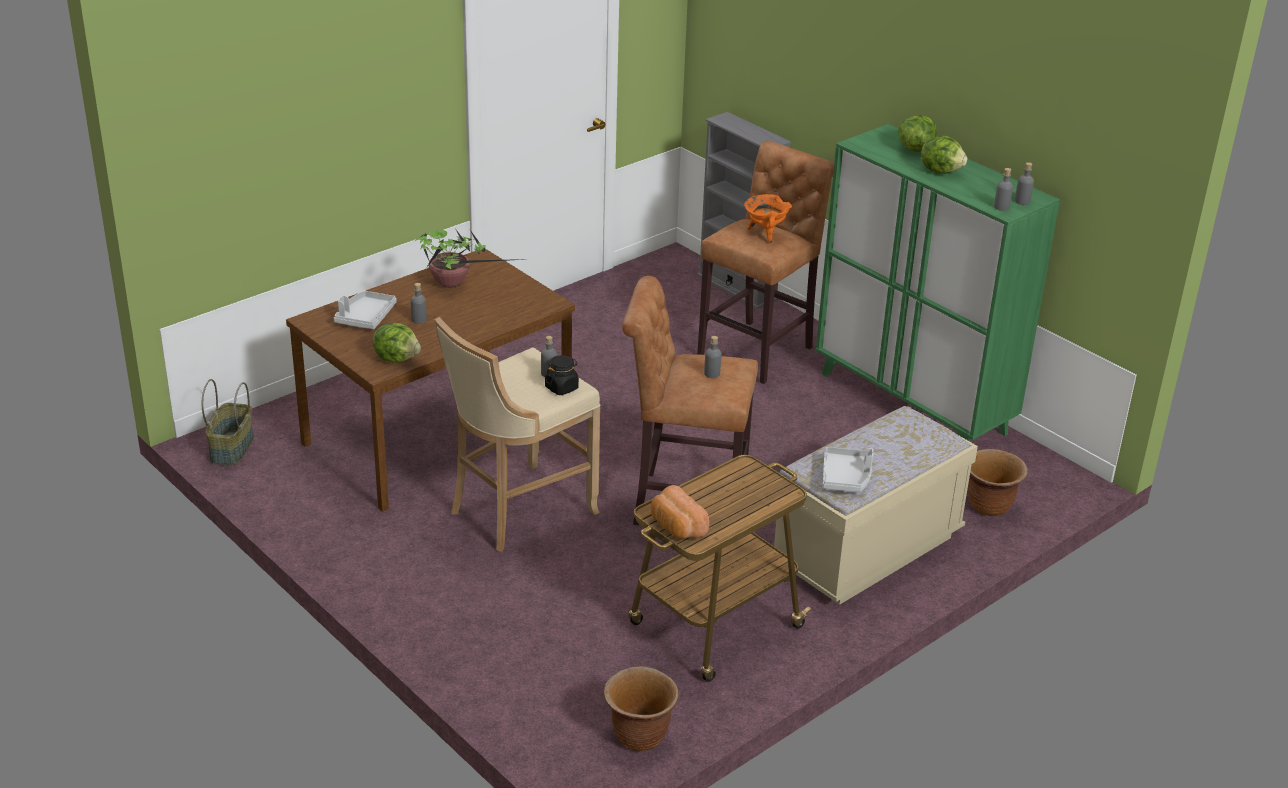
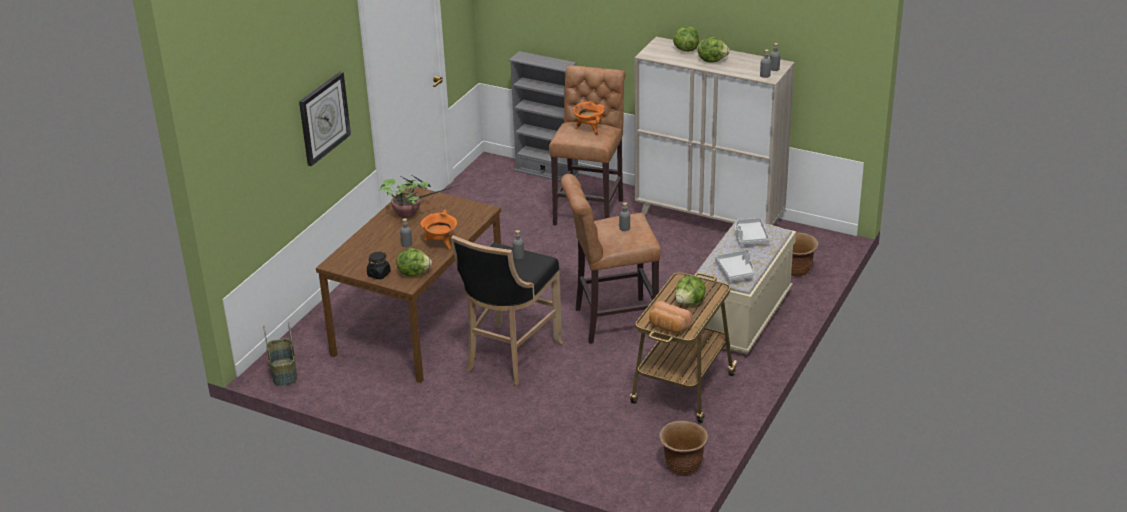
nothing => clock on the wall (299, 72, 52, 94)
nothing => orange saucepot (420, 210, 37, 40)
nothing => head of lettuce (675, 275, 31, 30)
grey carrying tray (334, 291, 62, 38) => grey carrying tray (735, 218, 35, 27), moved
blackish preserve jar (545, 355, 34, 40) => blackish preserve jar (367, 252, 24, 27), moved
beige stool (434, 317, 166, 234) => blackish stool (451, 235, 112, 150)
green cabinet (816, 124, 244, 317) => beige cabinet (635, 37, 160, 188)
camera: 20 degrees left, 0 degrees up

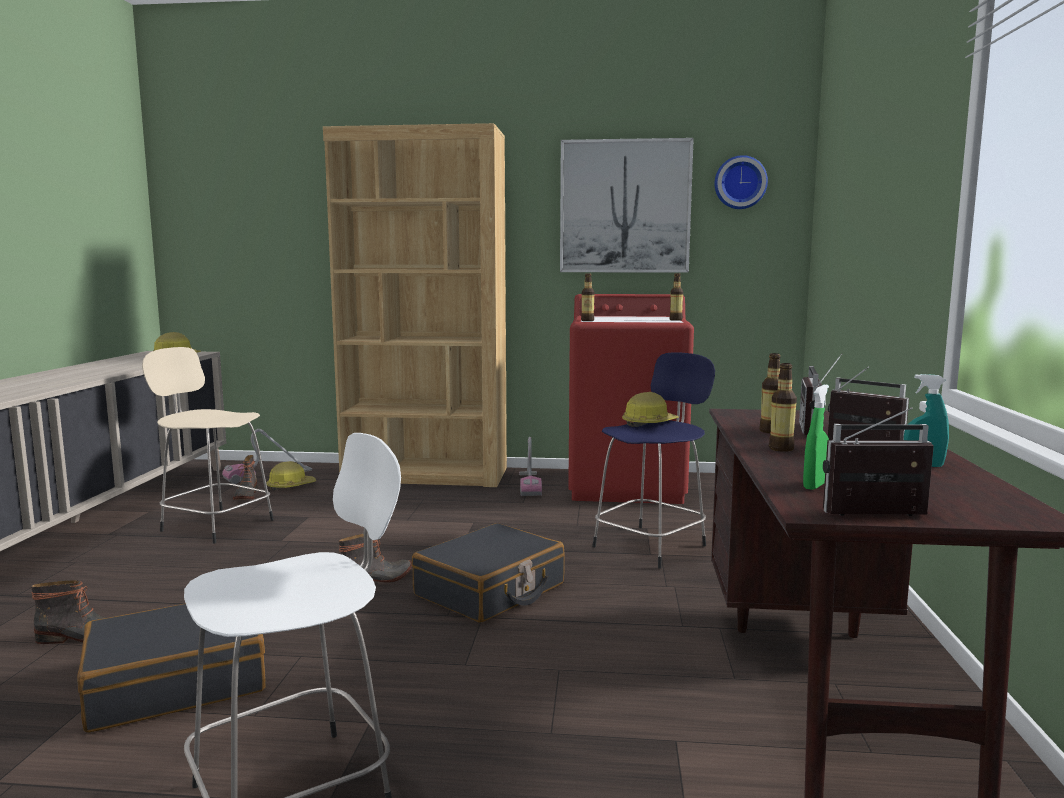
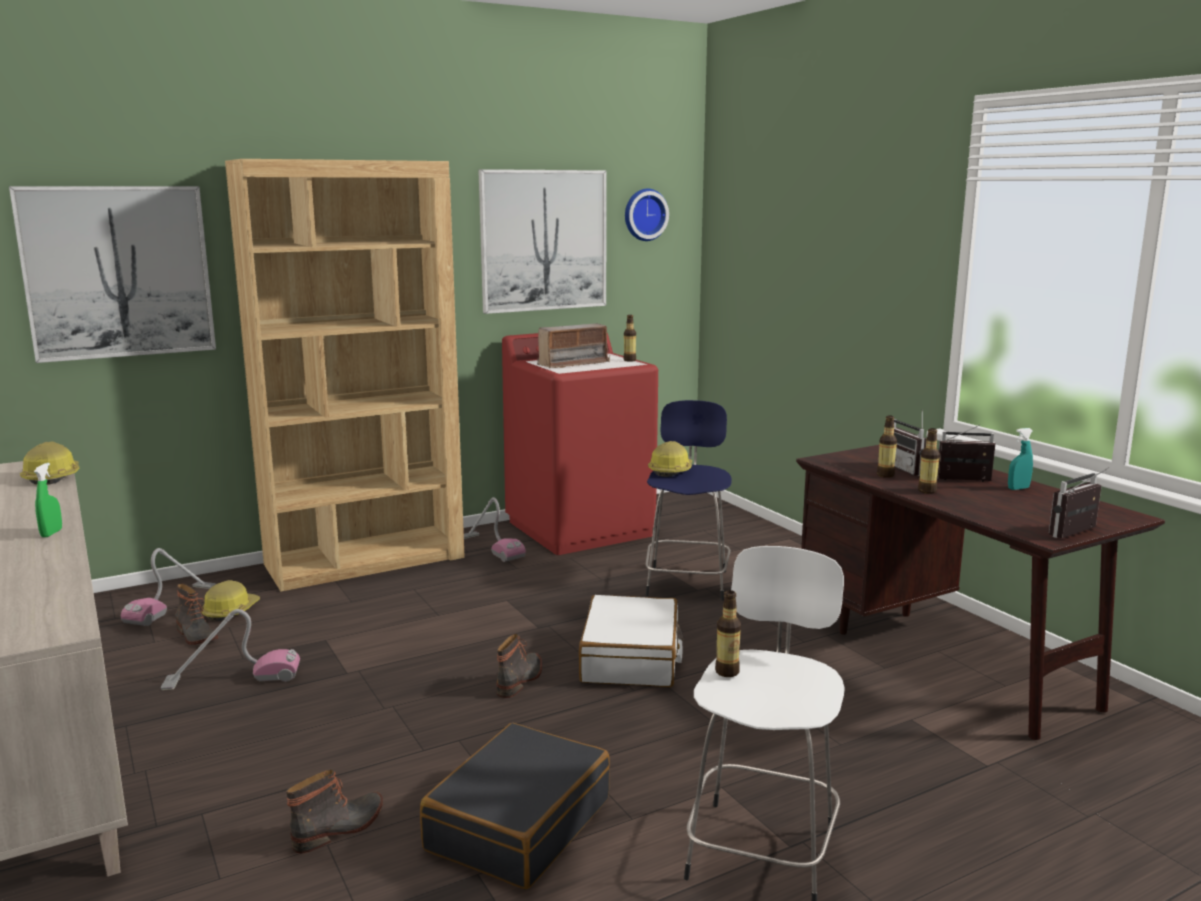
nothing => picture (9, 186, 207, 177)
nothing => radio receiver (537, 323, 73, 45)
bottle (581, 273, 13, 48) => bottle (715, 590, 26, 87), moved
green spray bottle (803, 385, 26, 105) => green spray bottle (34, 463, 28, 74), moved
beige stool (142, 347, 132, 197) => vacuum cleaner (161, 609, 139, 81)
blackish suitcase (412, 523, 153, 100) => white suitcase (579, 595, 105, 92)
camera: 35 degrees left, 5 degrees up

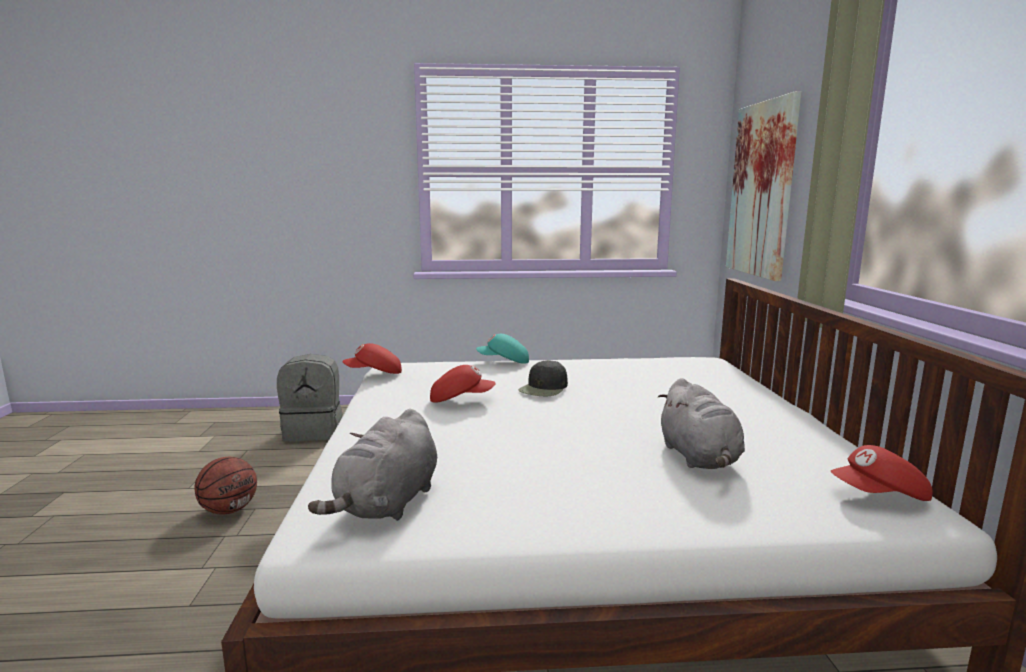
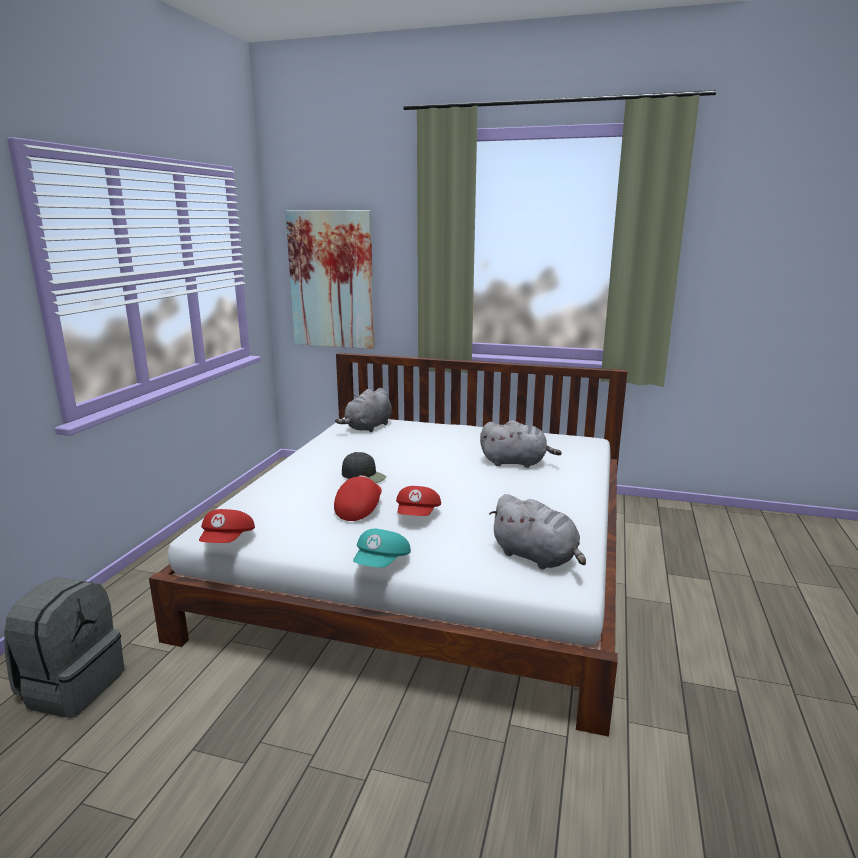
basketball (194, 457, 63, 57) => nothing
nothing => grey cuddly toy (335, 388, 57, 44)
turquoise peaked cap (476, 334, 53, 30) => turquoise peaked cap (353, 529, 58, 38), moved
reddish peaked cap (831, 445, 102, 56) => reddish peaked cap (396, 486, 45, 30), moved
camera: 70 degrees left, 5 degrees up

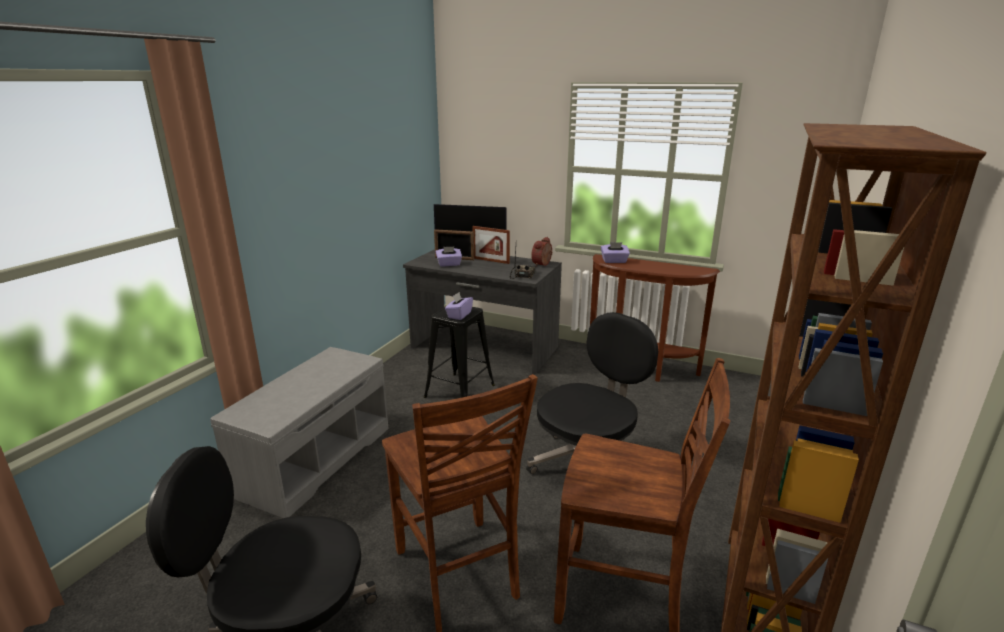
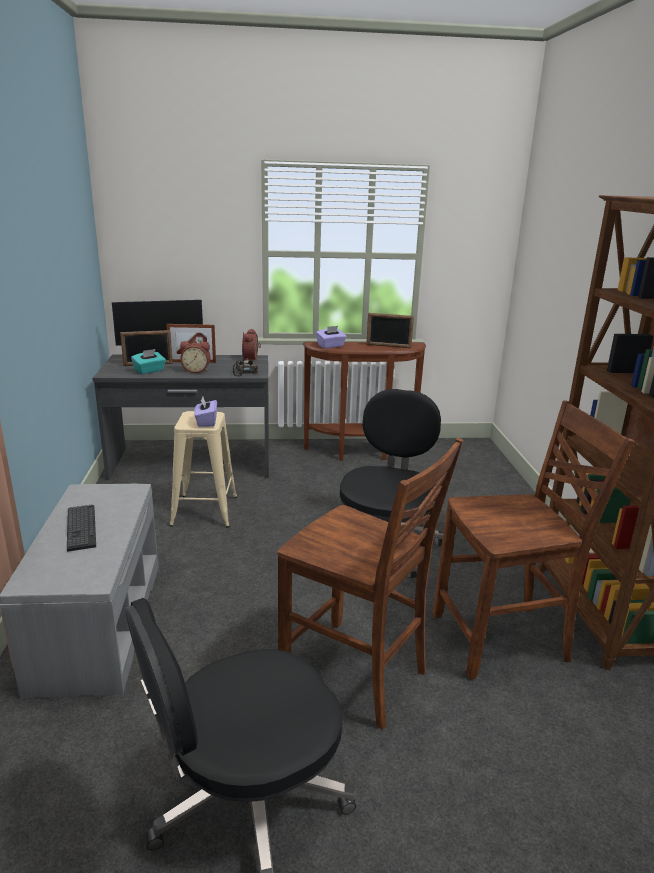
nothing => computer keyboard (67, 505, 29, 47)
nothing => bedside clock (180, 341, 31, 32)
nothing => picture frame (366, 313, 48, 35)
blackish stool (424, 307, 71, 91) => beige stool (169, 411, 68, 117)
purple tissue holder (436, 246, 26, 21) => turquoise tissue holder (131, 349, 35, 25)
camera: 30 degrees left, 0 degrees up

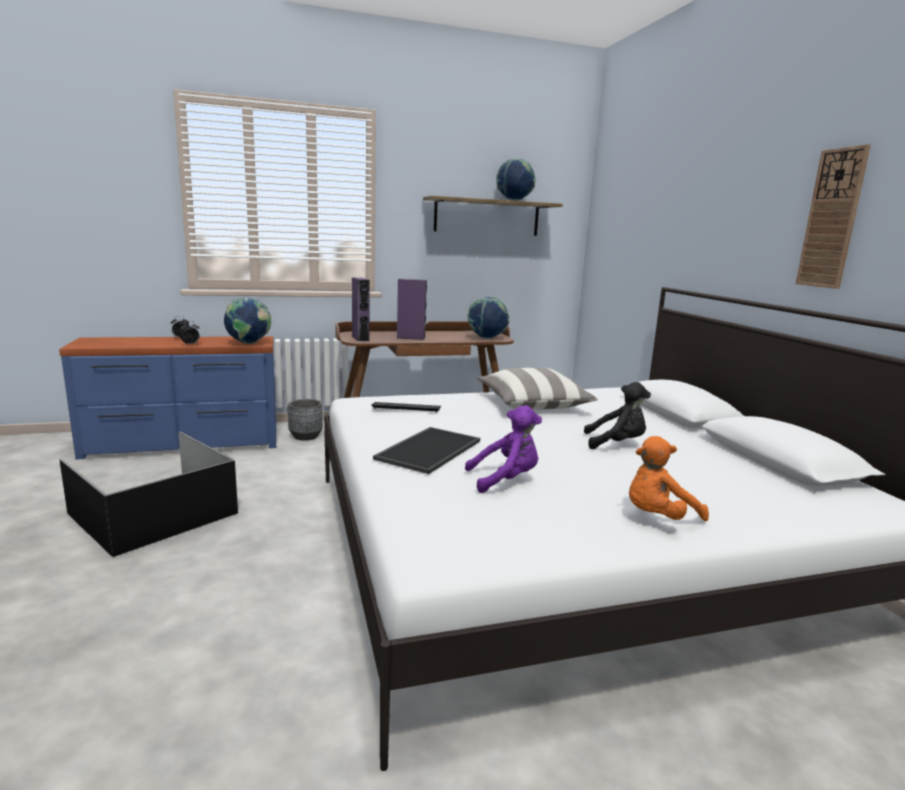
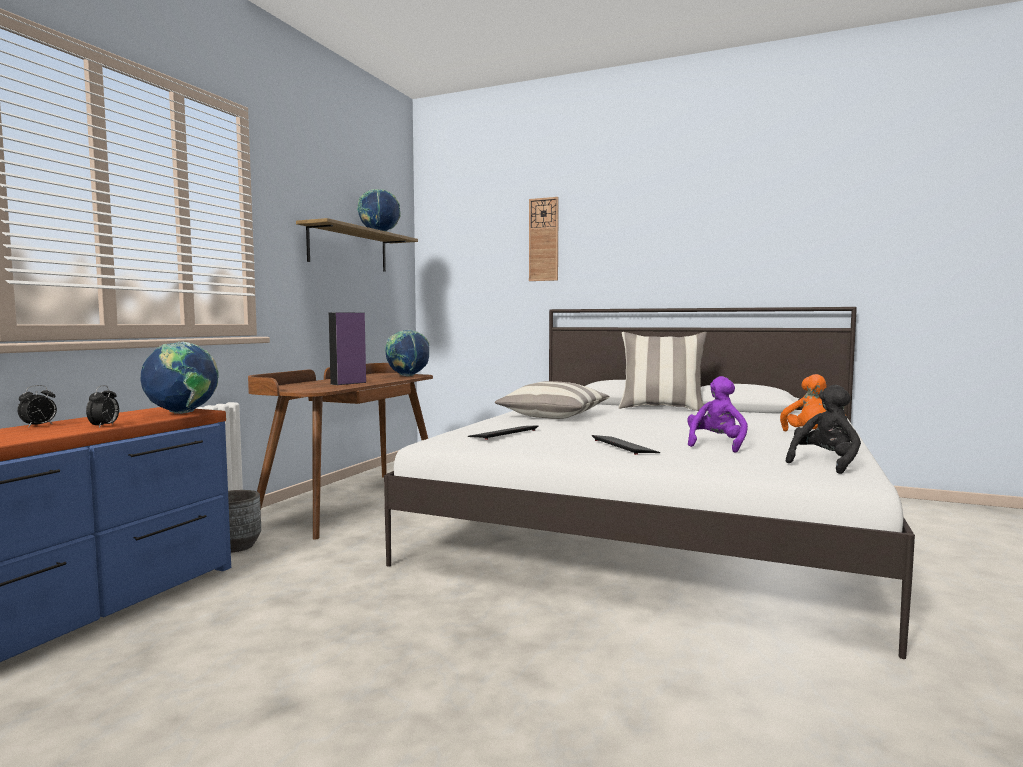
blackish storage container (59, 432, 179, 125) => nothing
purple loudspeaker (352, 278, 18, 63) => nothing
nothing => pillow (619, 332, 88, 79)
blackish cuddly toy (584, 382, 67, 67) => blackish cuddly toy (786, 385, 75, 89), moved
clock on the wall (796, 144, 75, 145) => clock on the wall (529, 197, 30, 84), moved
carrying tray (373, 427, 107, 47) => computer keyboard (592, 435, 68, 20)
camera: 50 degrees left, 10 degrees down

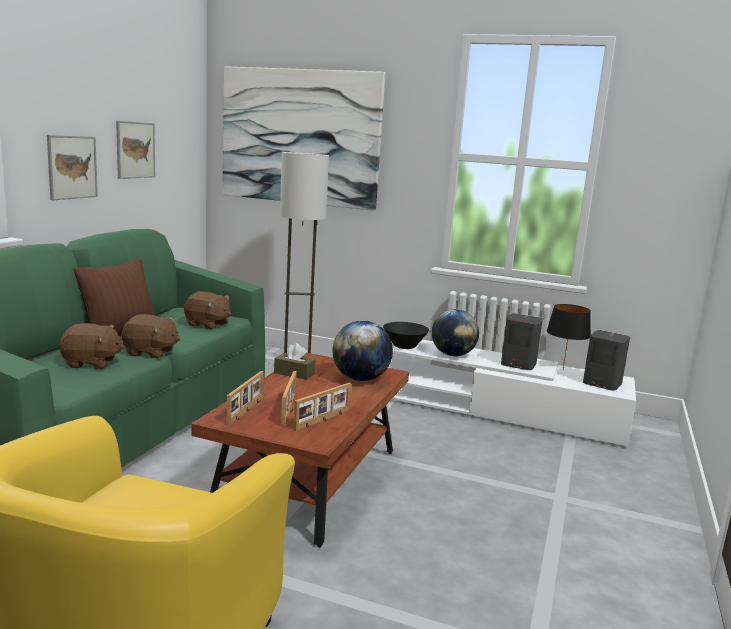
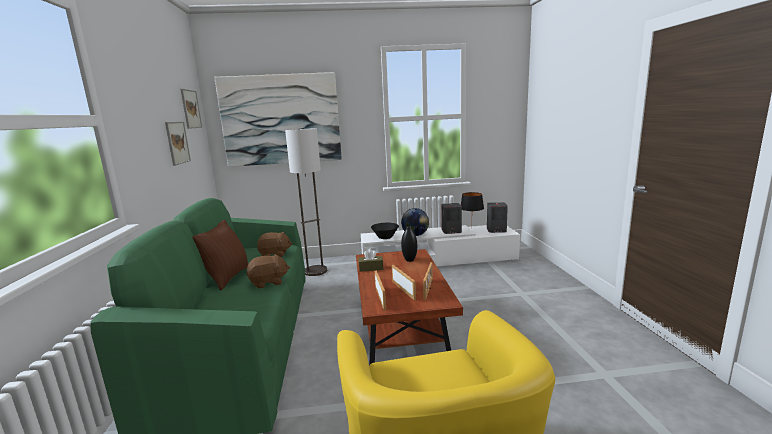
brownish cuddly toy (60, 323, 64, 46) => nothing
picture (47, 135, 51, 65) => picture (180, 89, 22, 40), moved
globe (333, 320, 60, 61) => blackish decorative vase (401, 226, 16, 36)
camera: 25 degrees left, 0 degrees up

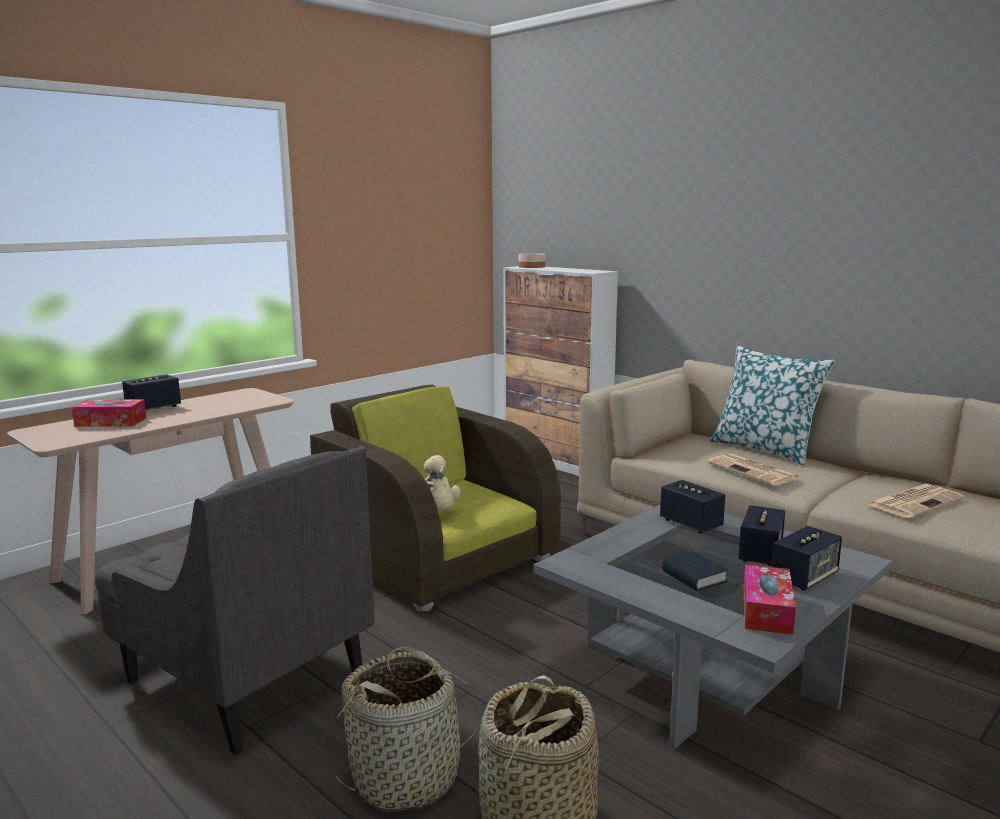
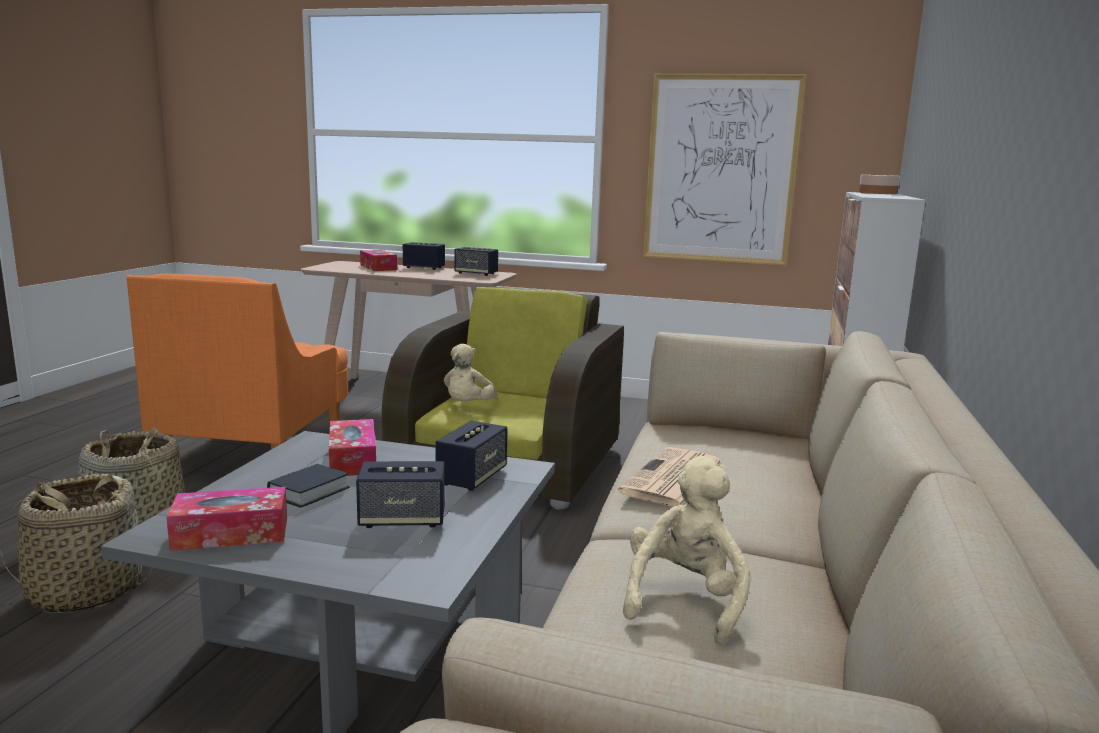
pillow (710, 346, 125, 120) => nothing
nothing => tissue holder (329, 419, 47, 57)
nothing => picture (643, 73, 163, 193)
loudspeaker (772, 526, 70, 65) => loudspeaker (455, 247, 43, 29), moved
printed paper (867, 484, 97, 34) => beige cuddly toy (623, 456, 128, 189)
grey armchair (95, 446, 280, 309) => orange armchair (127, 274, 221, 175)
camera: 60 degrees right, 0 degrees up

